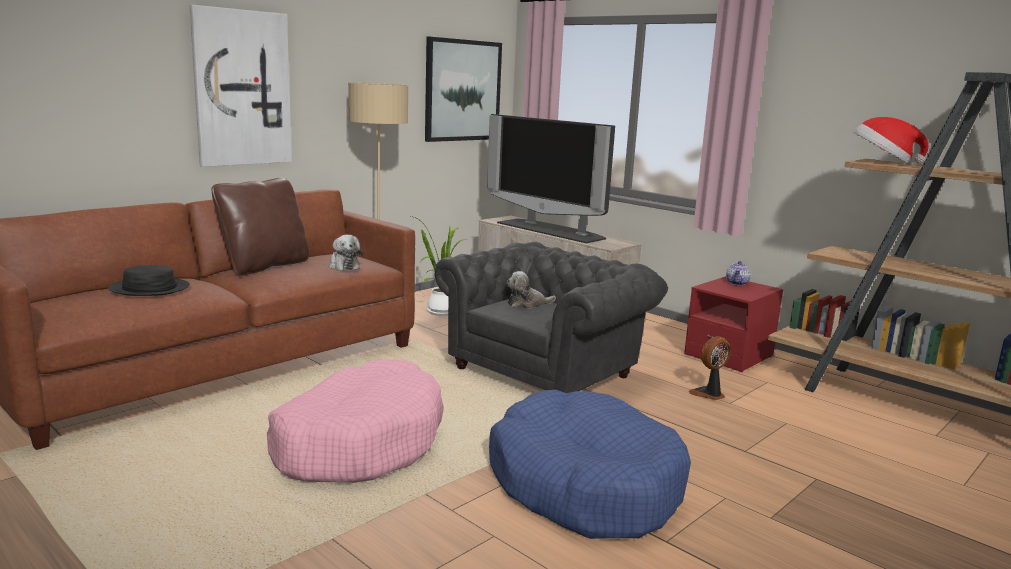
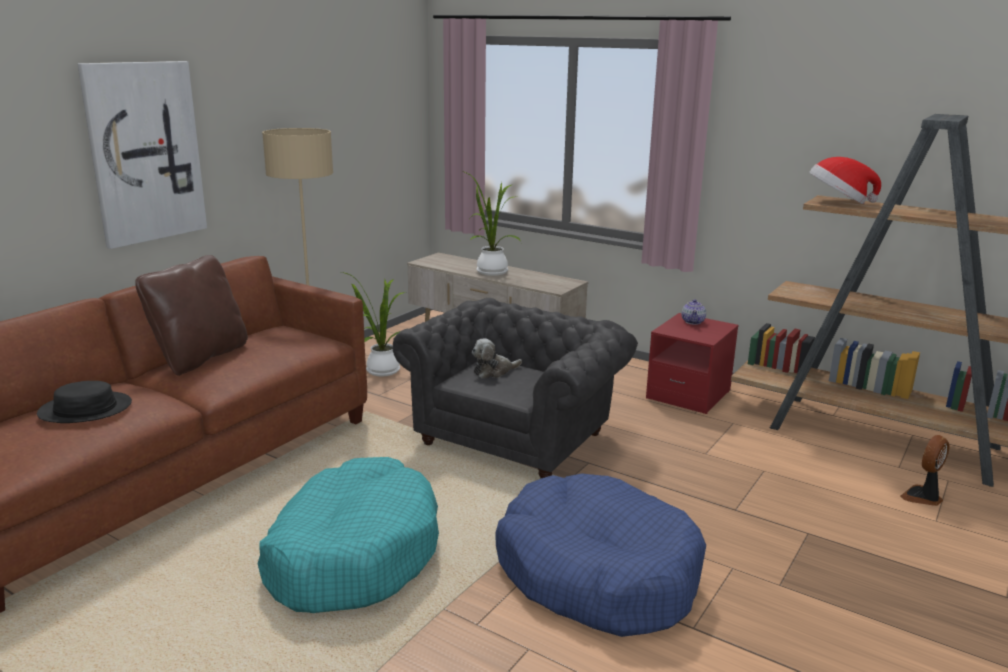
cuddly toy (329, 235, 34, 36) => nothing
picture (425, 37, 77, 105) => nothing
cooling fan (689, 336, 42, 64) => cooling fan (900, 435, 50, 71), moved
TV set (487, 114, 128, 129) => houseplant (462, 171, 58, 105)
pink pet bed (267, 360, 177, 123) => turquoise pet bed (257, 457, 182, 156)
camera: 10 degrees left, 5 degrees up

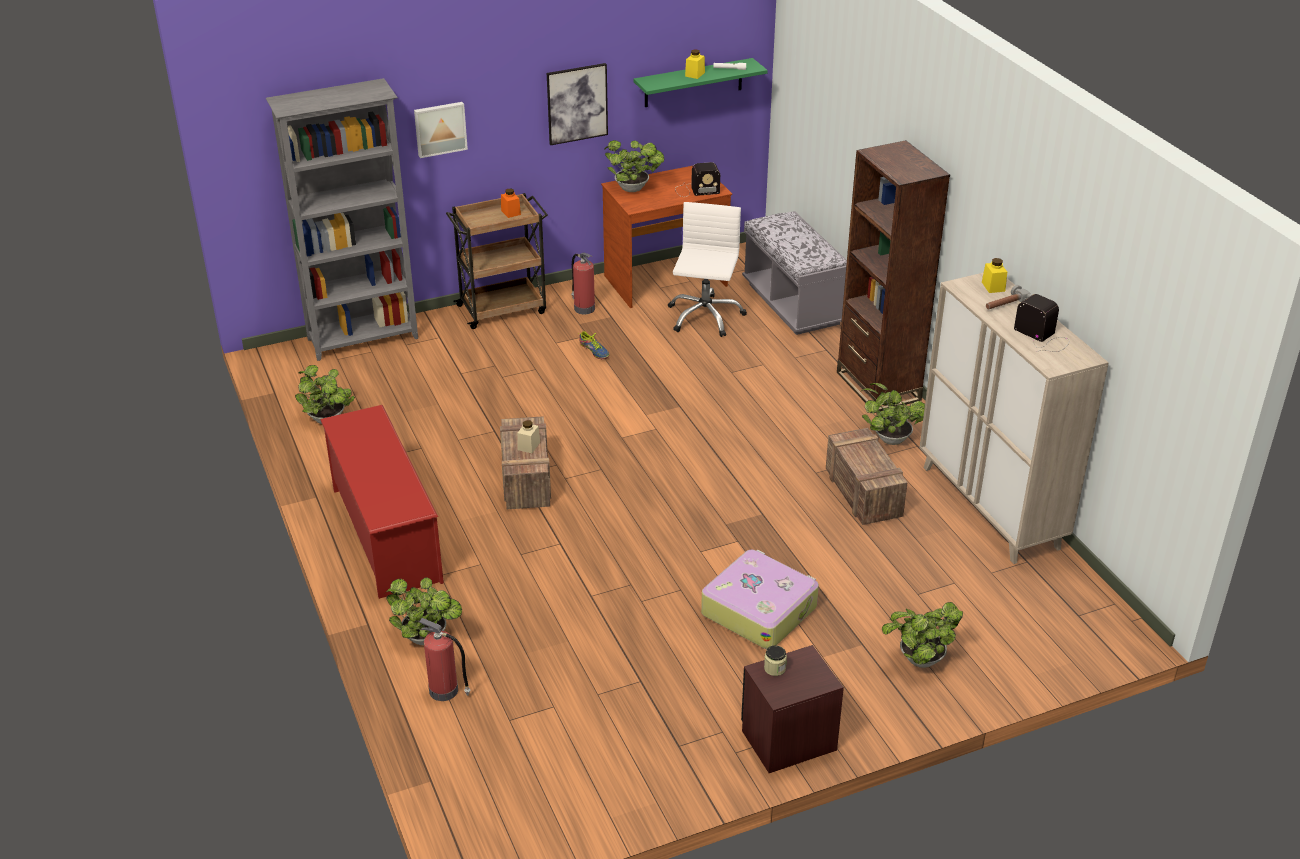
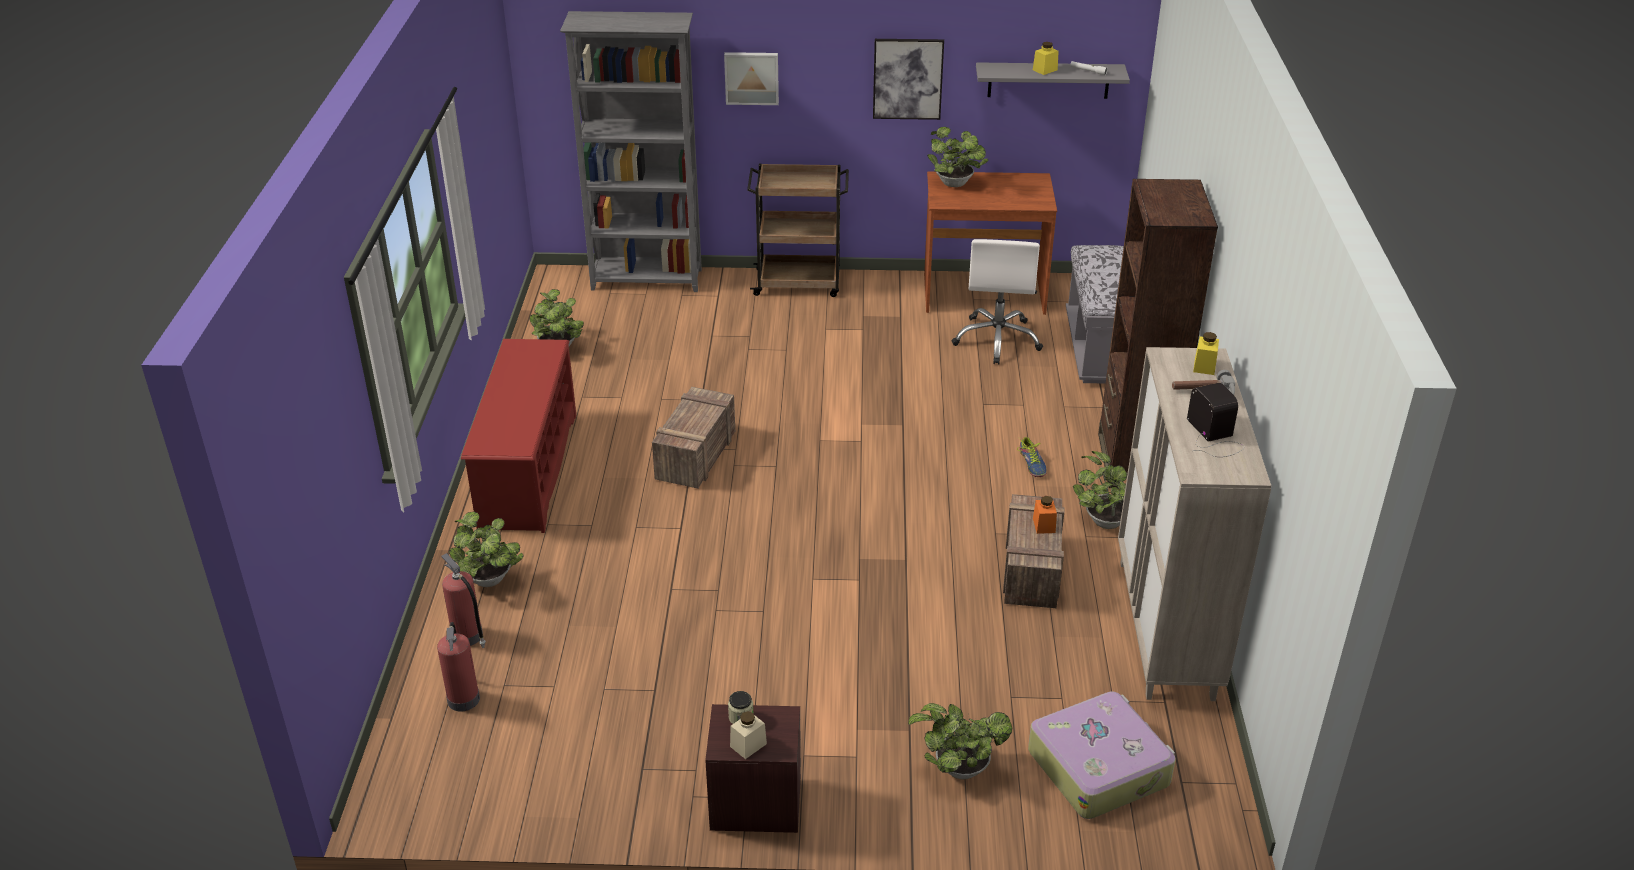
radio receiver (675, 162, 45, 35) => nothing
orange preserve jar (501, 189, 20, 29) => orange preserve jar (1033, 496, 24, 38), moved
beige preserve jar (517, 420, 23, 33) => beige preserve jar (730, 711, 37, 48), moved
fire-fighting cylinder (571, 253, 24, 61) => fire-fighting cylinder (437, 622, 43, 90), moved
shoe (579, 331, 31, 28) => shoe (1017, 437, 30, 40), moved
suitcase (701, 550, 118, 99) => suitcase (1028, 691, 148, 128), moved
green shelf (633, 58, 135, 49) => grey shelf (976, 62, 154, 37)
white office chair (668, 202, 79, 135) => white office chair (952, 239, 91, 125), 150 degrees clockwise
camera: 25 degrees right, 0 degrees up

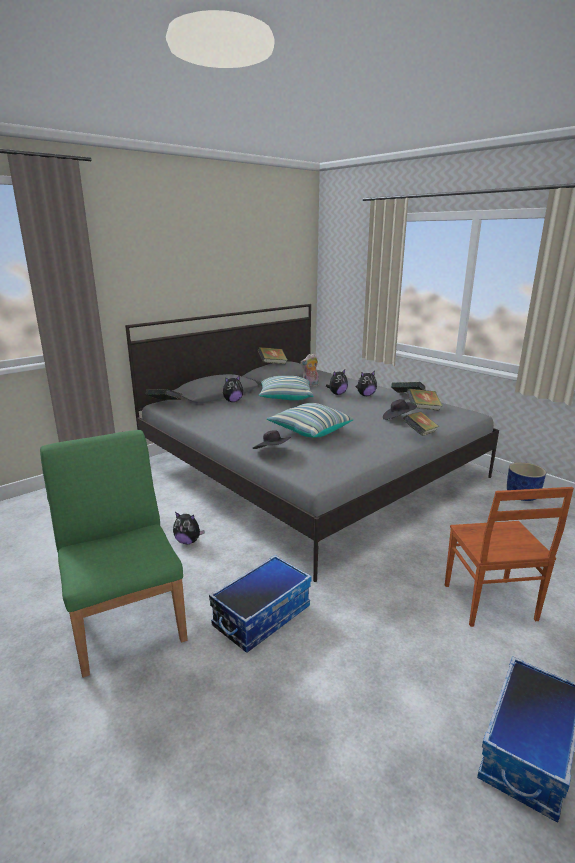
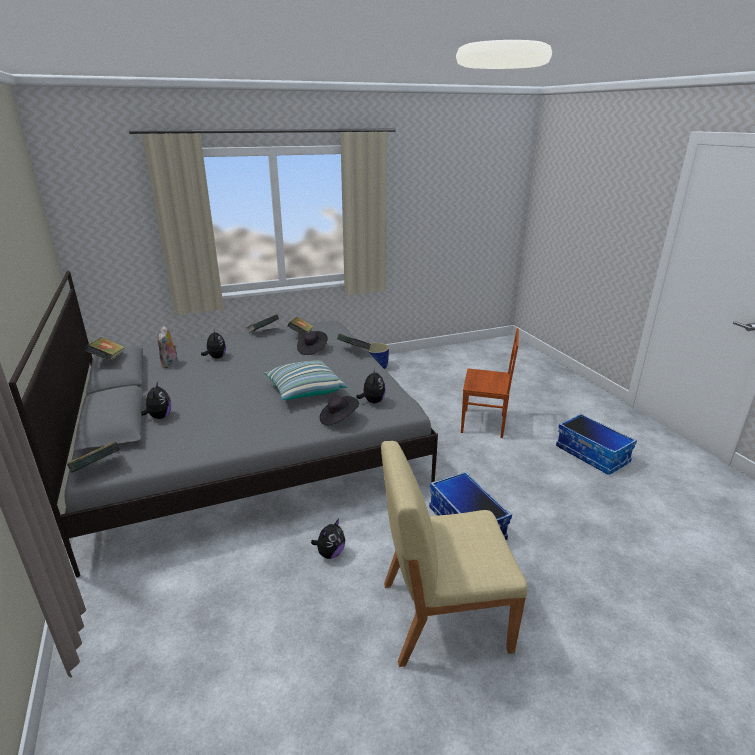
pillow (259, 376, 54, 24) => nothing
cuddly toy (356, 371, 21, 25) => cuddly toy (356, 368, 30, 36), moved
green chair (40, 430, 147, 248) => beige chair (381, 441, 146, 226)
camera: 70 degrees left, 5 degrees up

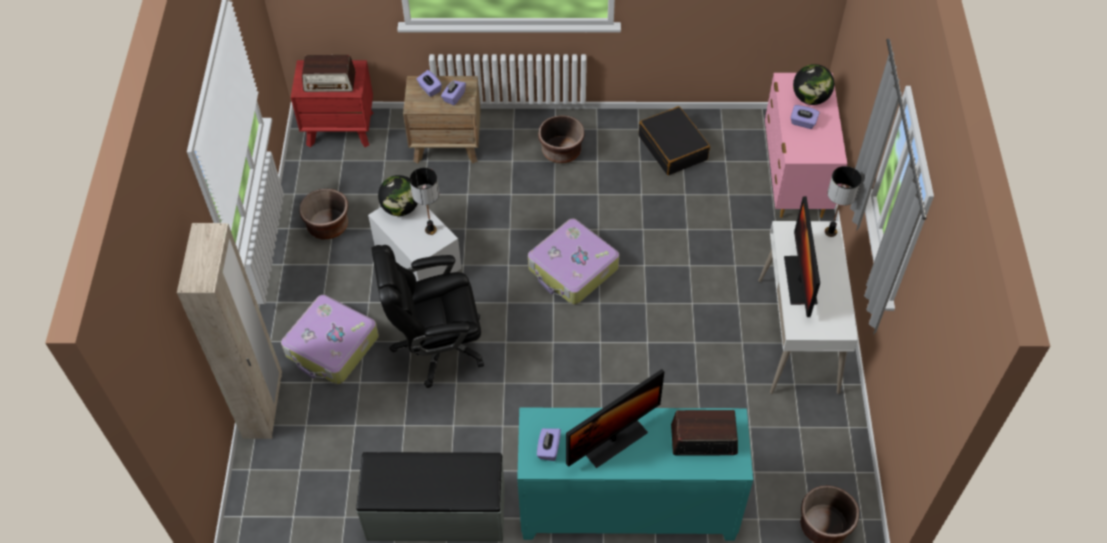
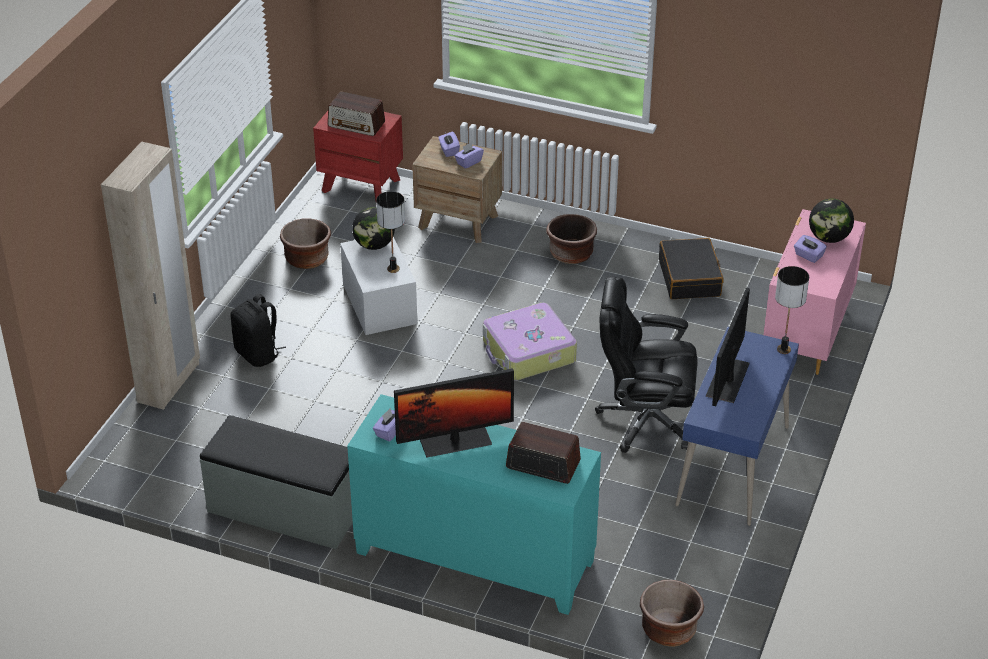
blackish office chair (371, 245, 113, 143) => blackish office chair (595, 276, 102, 177), moved
suitcase (281, 295, 98, 89) => blackish rucksack (230, 294, 56, 73)
white desk table (758, 221, 100, 173) => bluish desk table (675, 327, 124, 199)
camera: 20 degrees right, 15 degrees down

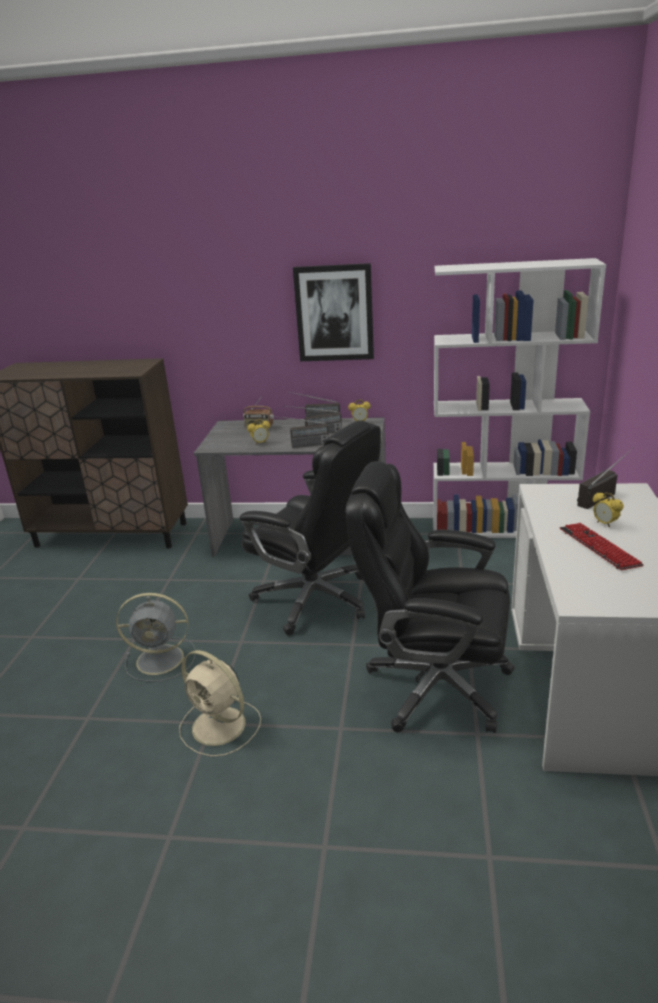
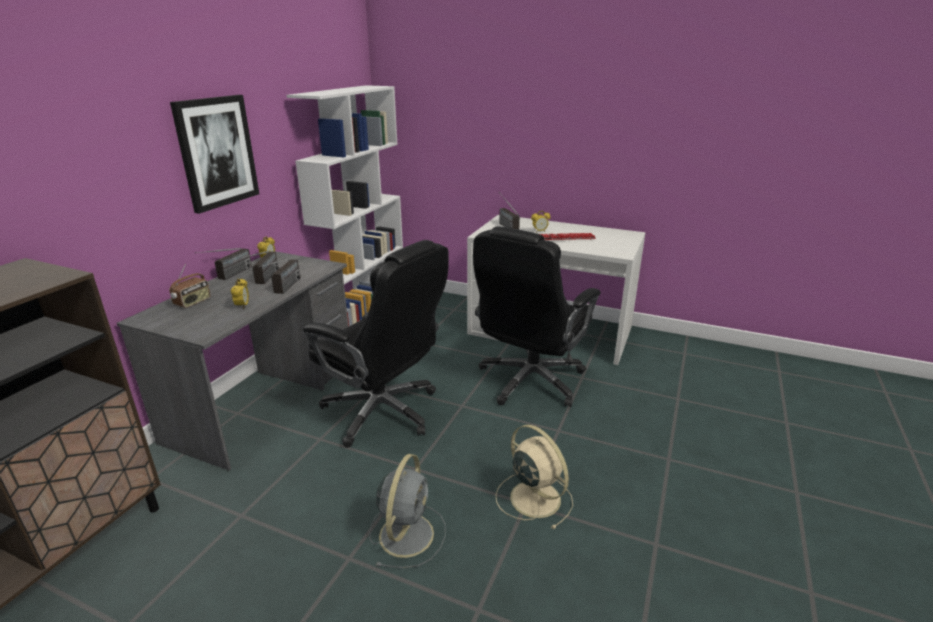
beige cooling fan (179, 650, 82, 107) => beige cooling fan (496, 425, 77, 104), 90 degrees counterclockwise
blackish office chair (240, 420, 141, 215) => blackish office chair (303, 240, 146, 208), 75 degrees clockwise
camera: 75 degrees left, 0 degrees up

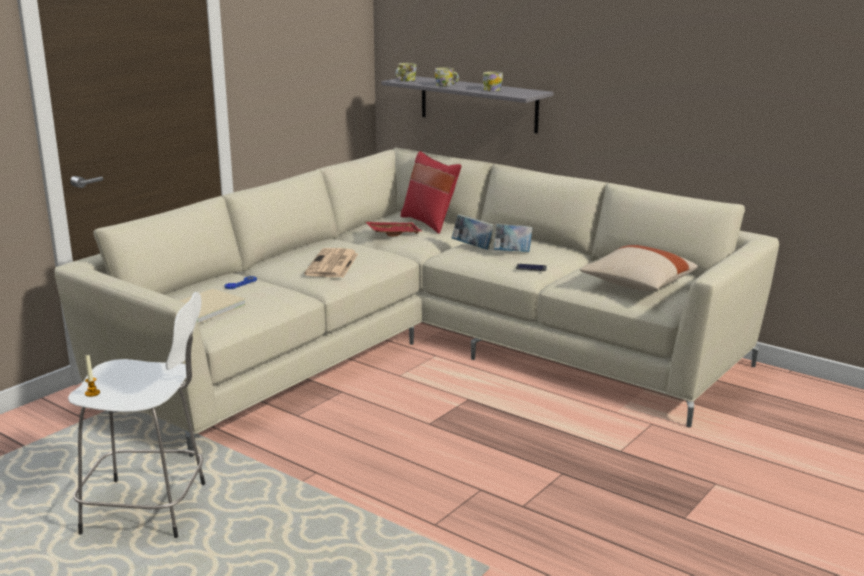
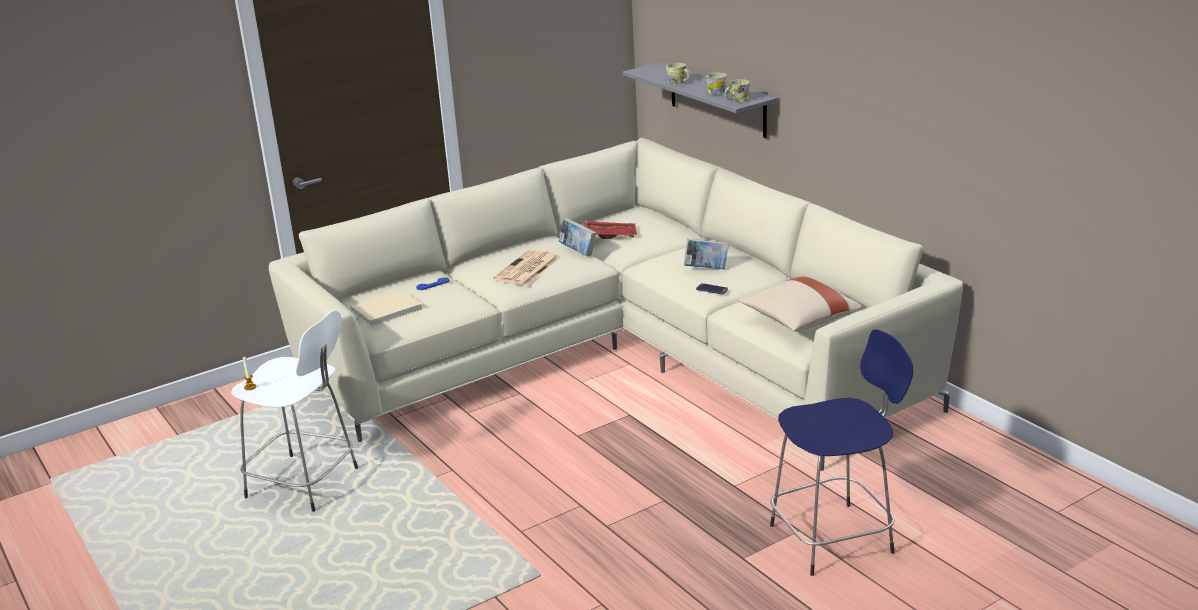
reddish pillow (401, 151, 60, 83) => nothing
nothing => bluish stool (770, 329, 143, 247)
mug (395, 63, 22, 18) => mug (724, 79, 26, 23), moved
volume (452, 214, 41, 36) => volume (559, 218, 37, 39), moved
camera: 20 degrees right, 5 degrees up

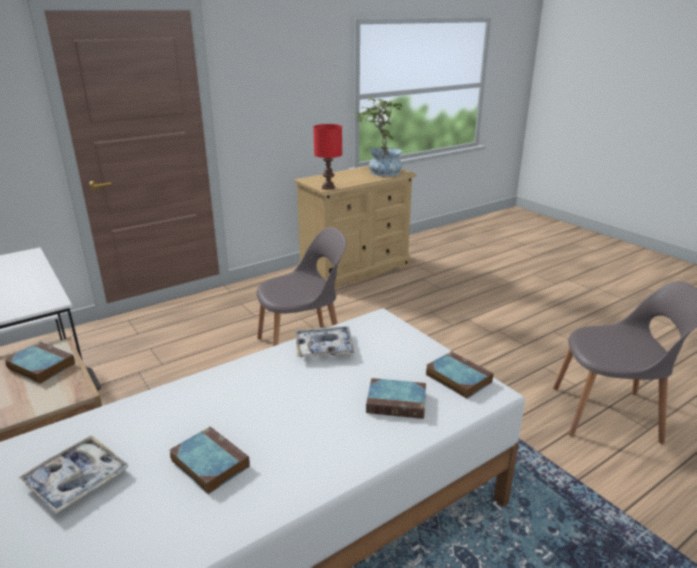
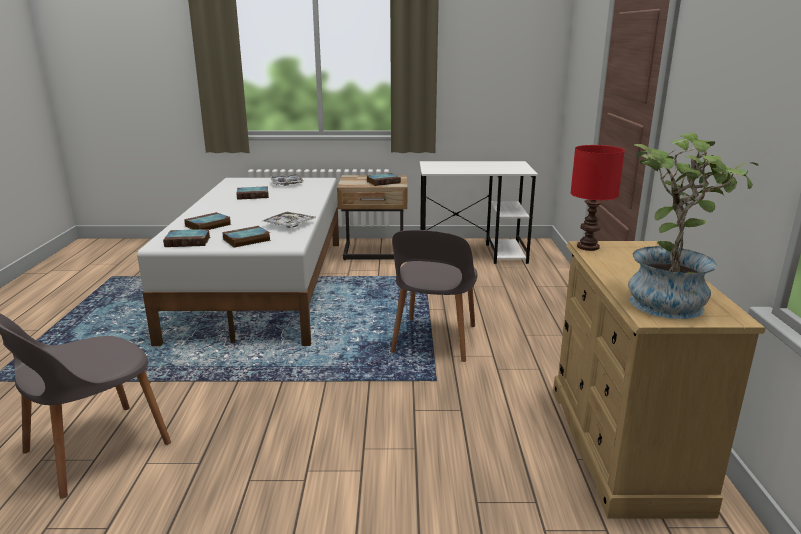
nothing => volume (222, 226, 49, 22)
camera: 125 degrees right, 5 degrees down

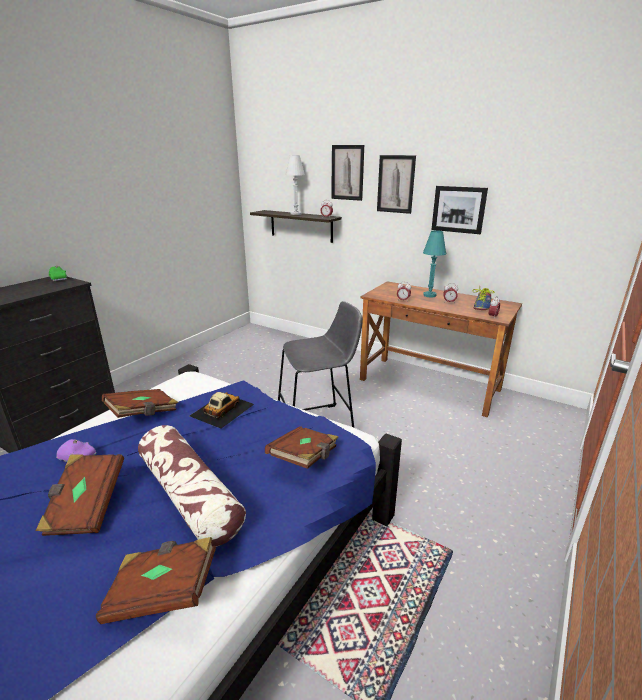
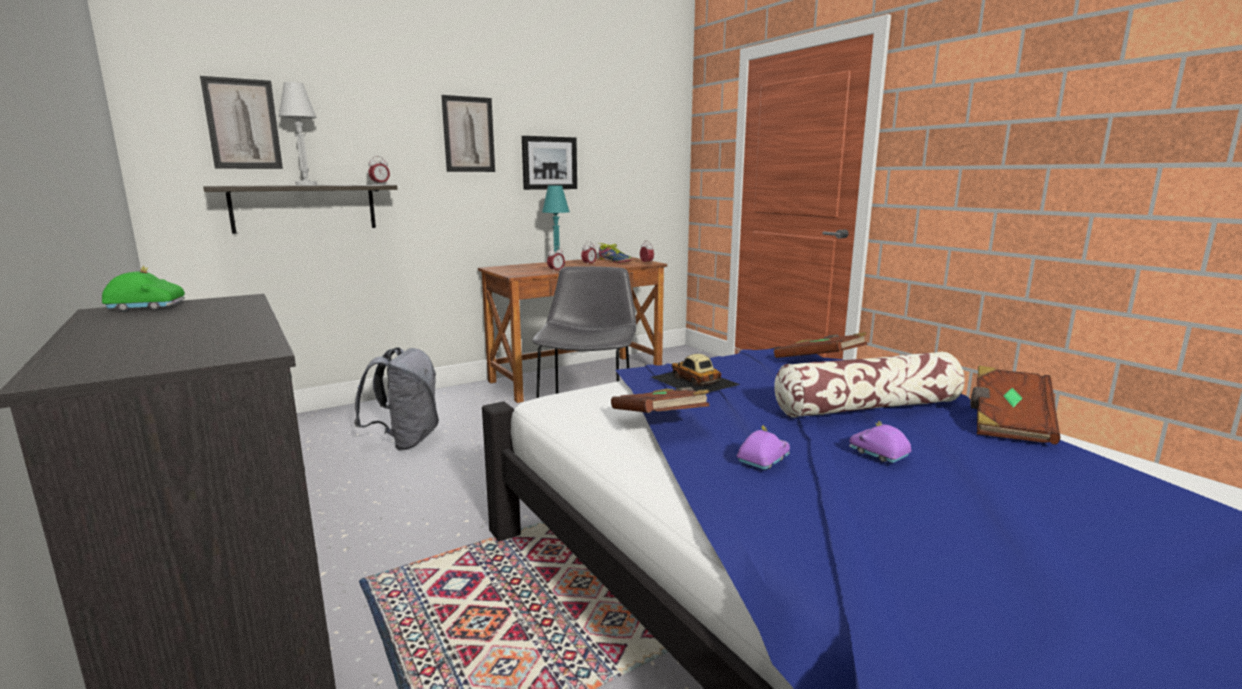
nothing => grey rucksack (354, 347, 85, 104)
picture (331, 145, 33, 56) => picture (200, 76, 83, 93), moved
brownish volume (36, 454, 88, 82) => purple miniature car (849, 421, 63, 42)
camera: 65 degrees left, 10 degrees down

